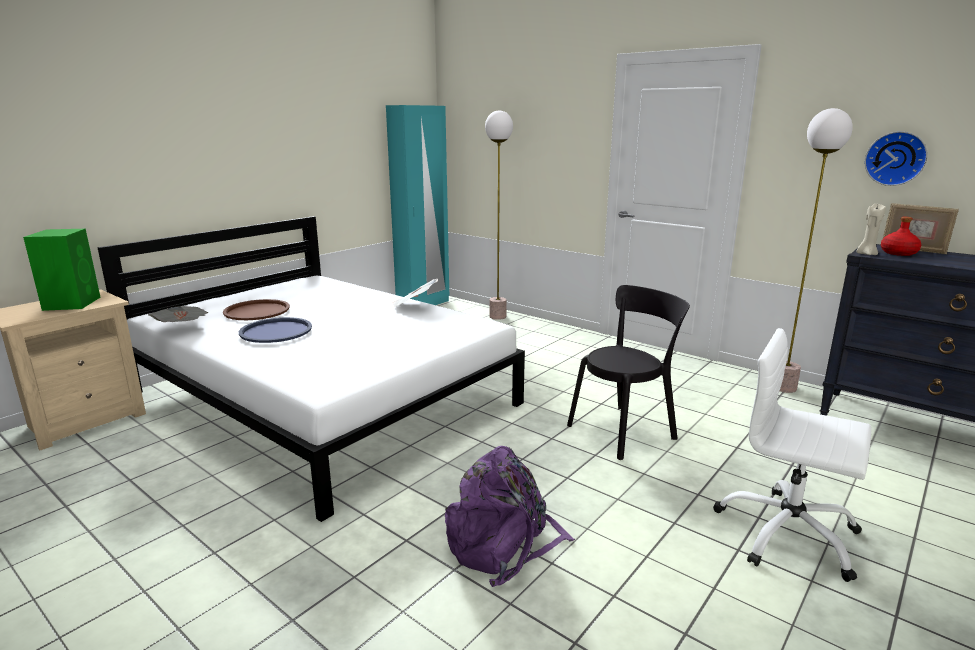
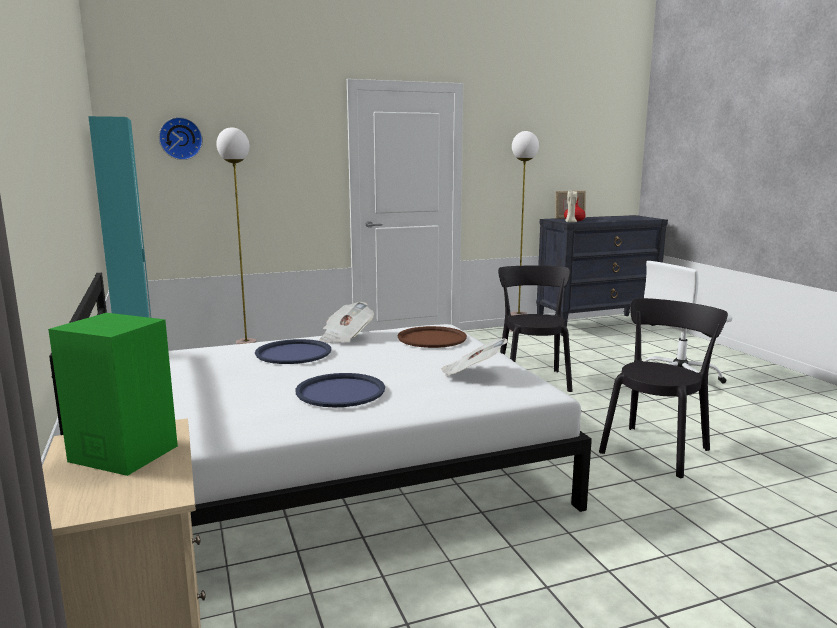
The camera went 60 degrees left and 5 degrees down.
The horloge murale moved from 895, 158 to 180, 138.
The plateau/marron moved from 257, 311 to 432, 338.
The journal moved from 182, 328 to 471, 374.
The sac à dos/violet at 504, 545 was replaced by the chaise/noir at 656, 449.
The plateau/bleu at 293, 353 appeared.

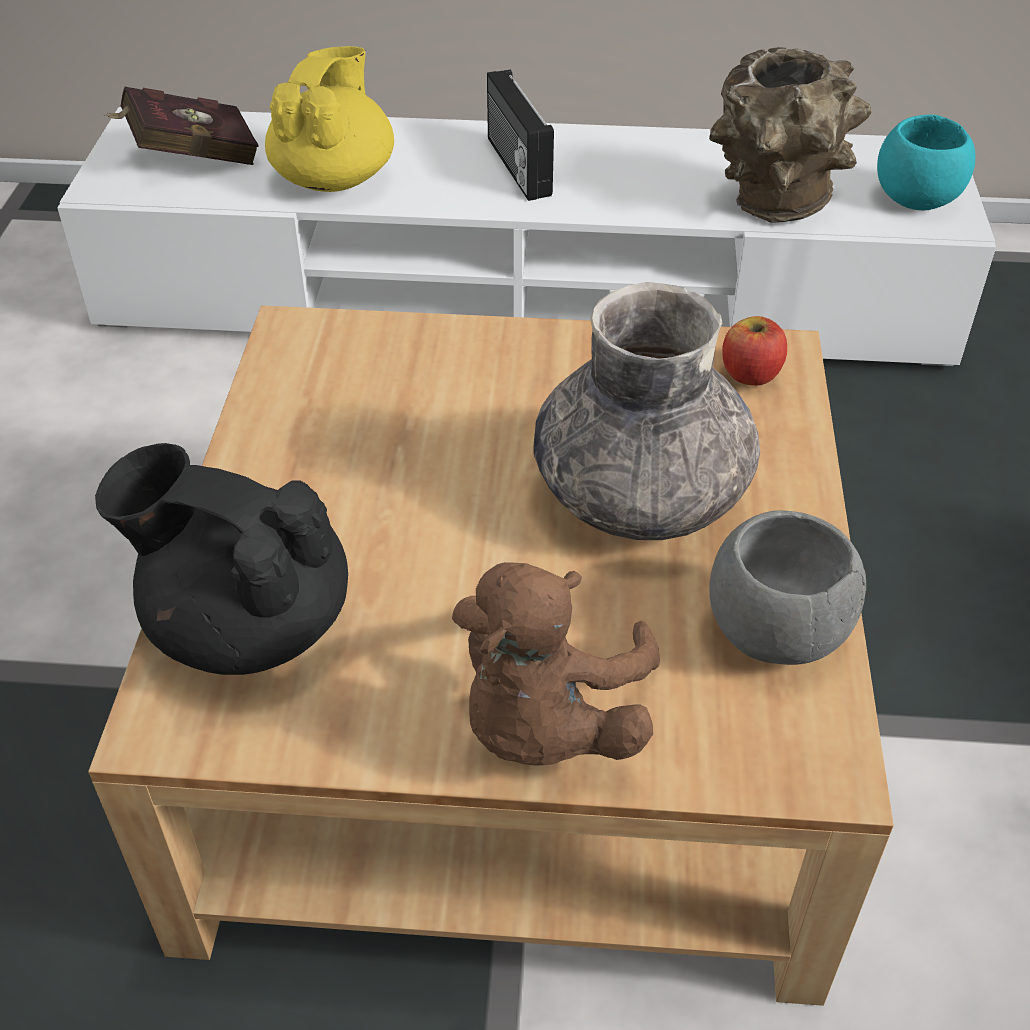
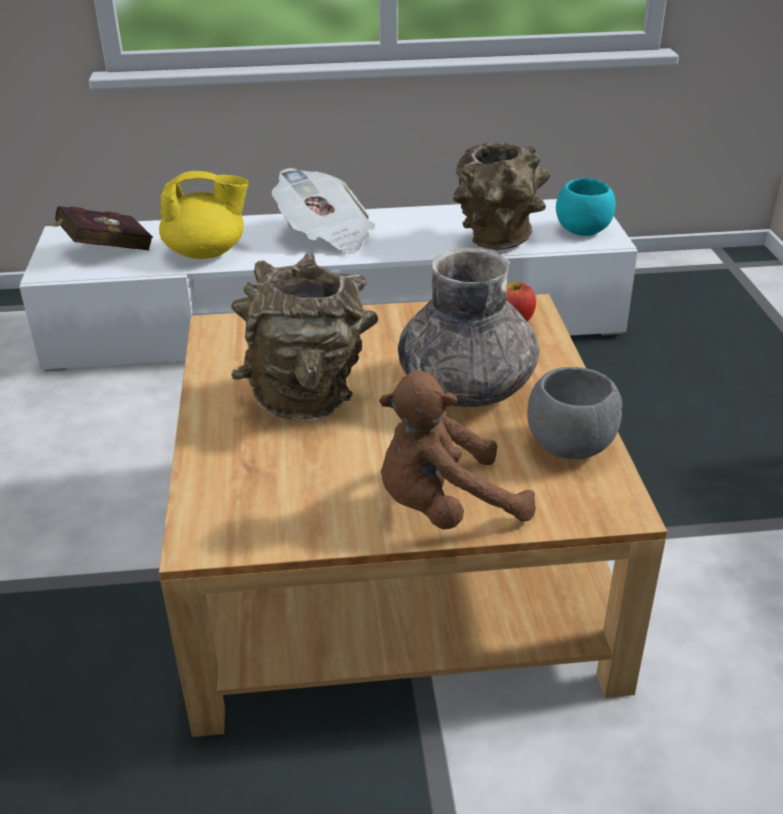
The camera went 10 degrees left and 10 degrees down.
The théière/jaune at 334, 178 turned 75 degrees clockwise.
The radio at 516, 167 was replaced by the journal at 326, 236.
The théière/noir at 247, 624 disappeared.
The peluche/marron at 546, 721 turned 60 degrees clockwise.
The vase/marron at 308, 398 appeared.

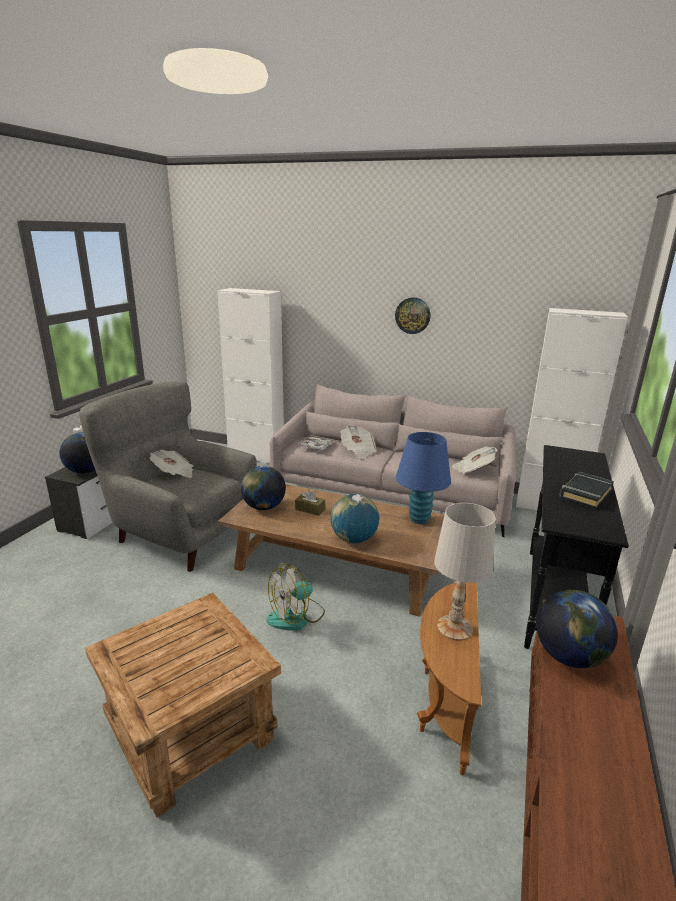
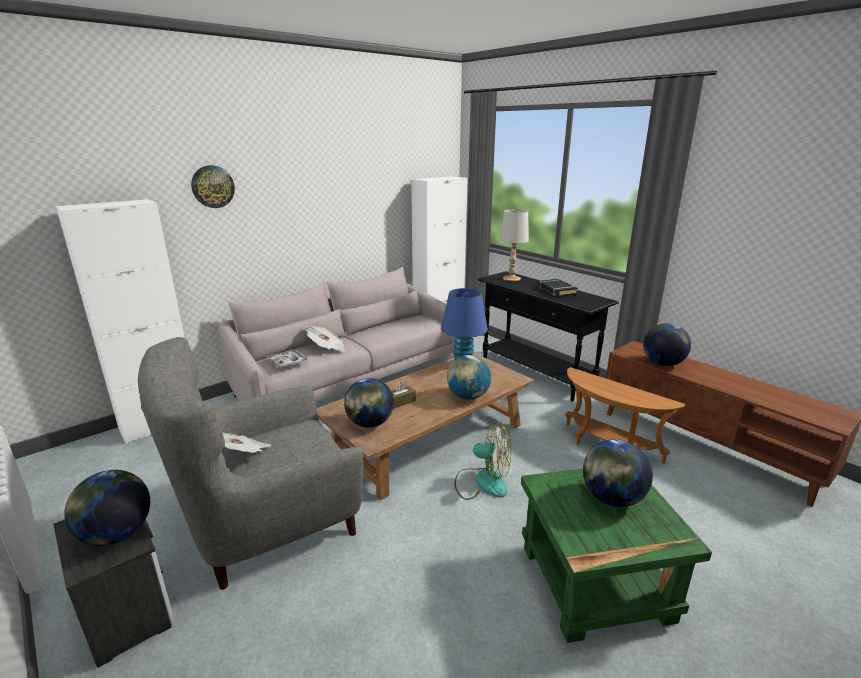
The camera went 60 degrees left and 0 degrees up.
The horloge murale moved from 412, 315 to 213, 186.
The journal at 472, 469 disappeared.
The lampe de table/blanc moved from 455, 627 to 511, 278.
The ventilateur at 296, 616 turned 60 degrees counterclockwise.
The table d'appoint/marron at 189, 732 became the table d'appoint/vert at 594, 584.
The globe at 611, 498 appeared.

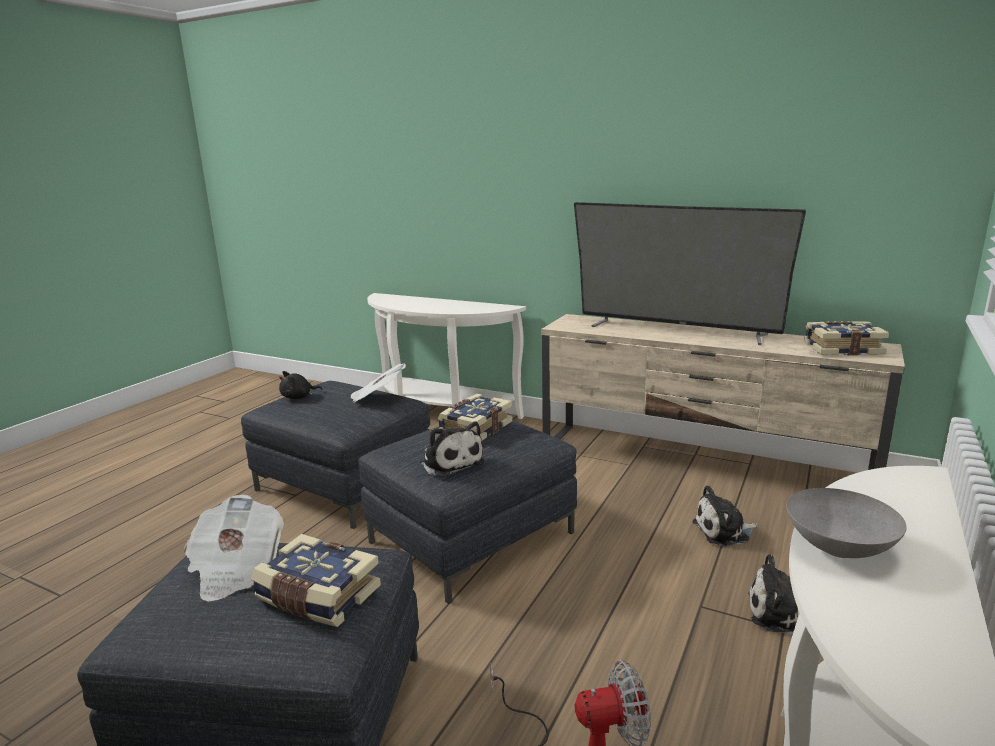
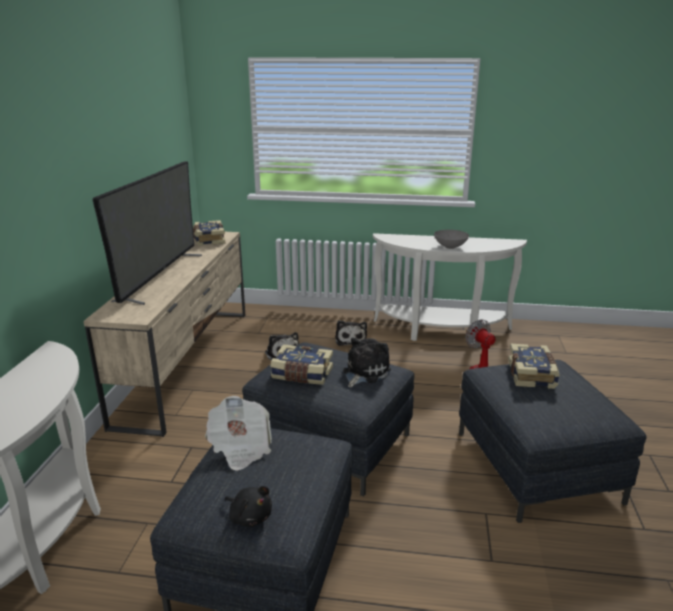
The camera went 110 degrees left and 5 degrees up.
The journal at 236, 569 disappeared.

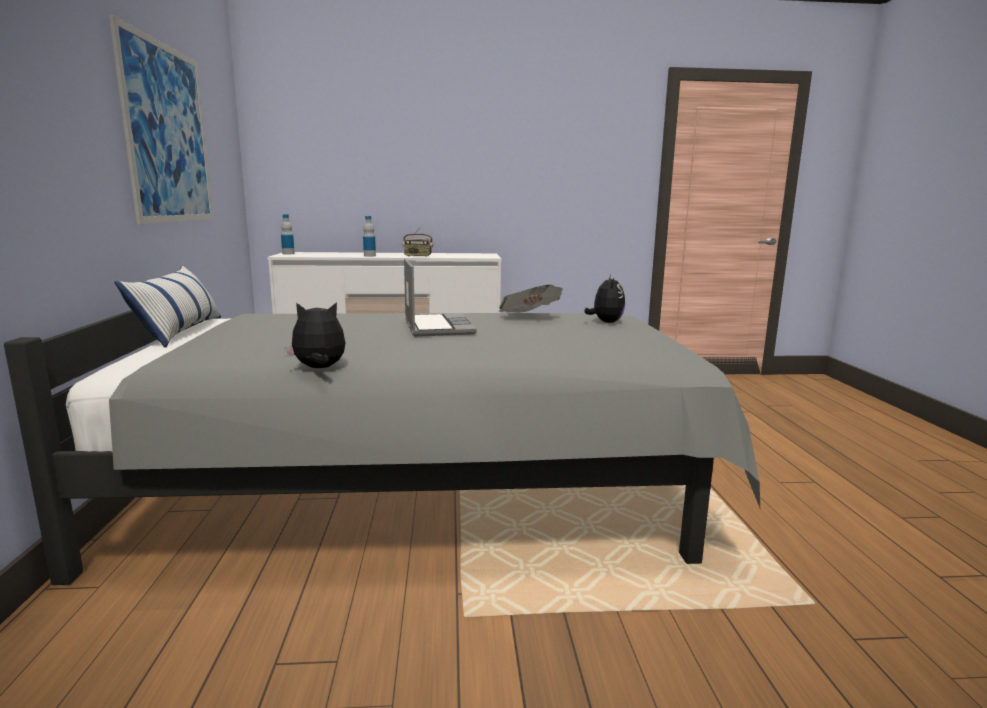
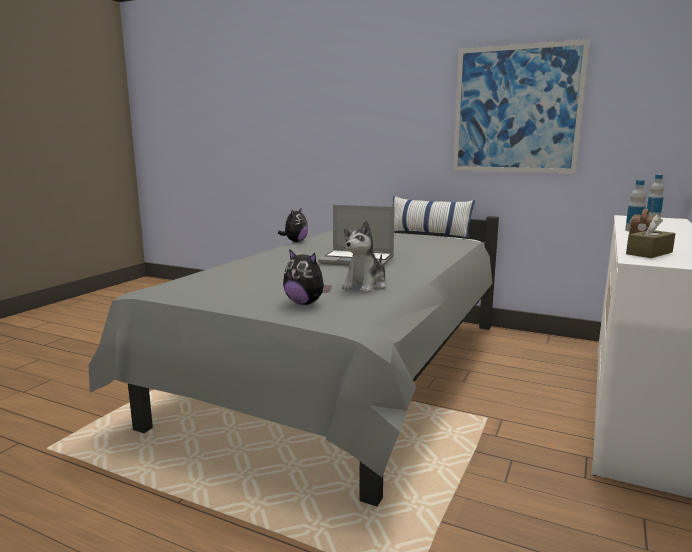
The camera went 120 degrees right and 0 degrees up.
The journal at 529, 318 was replaced by the peluche at 365, 286.
The boîte à mouchoirs/marron at 649, 253 appeared.

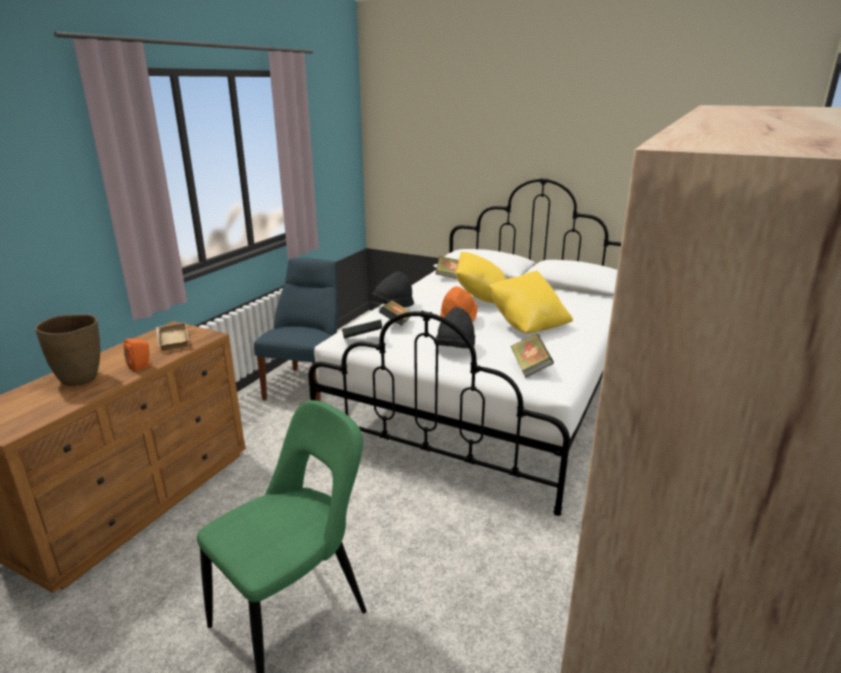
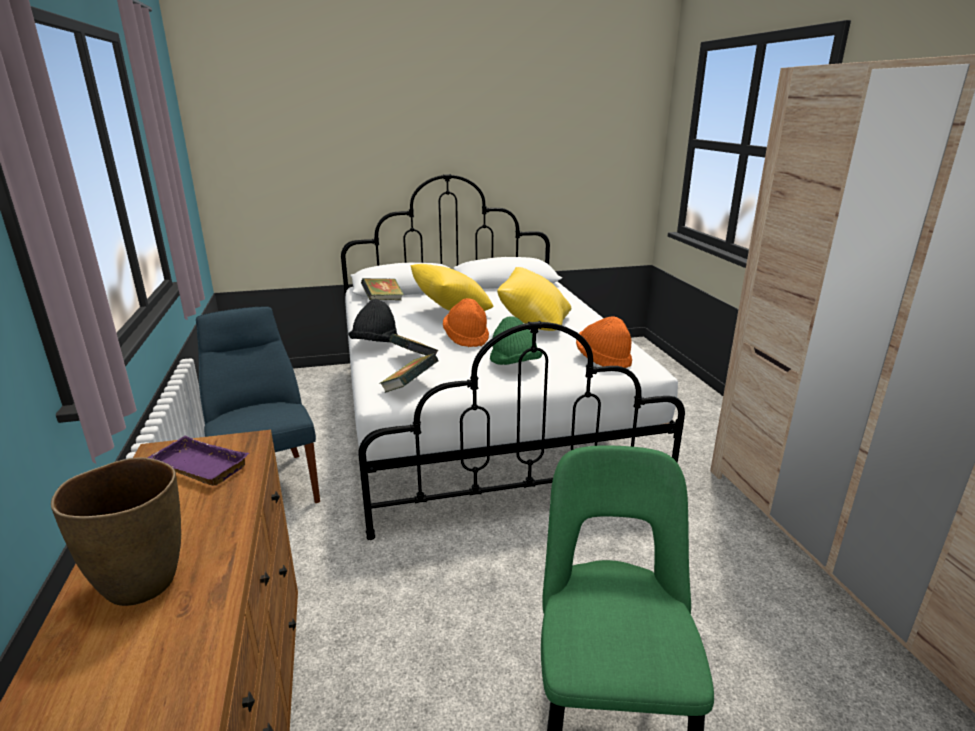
The camera went 40 degrees left and 0 degrees up.
The chapeau/noir at 455, 349 became the chapeau/vert at 514, 364.
The plateau/beige at 171, 340 became the plateau/violet at 196, 468.
The livre at 530, 368 was replaced by the chapeau/orange at 603, 359.
The enceinte/orange at 141, 366 disappeared.

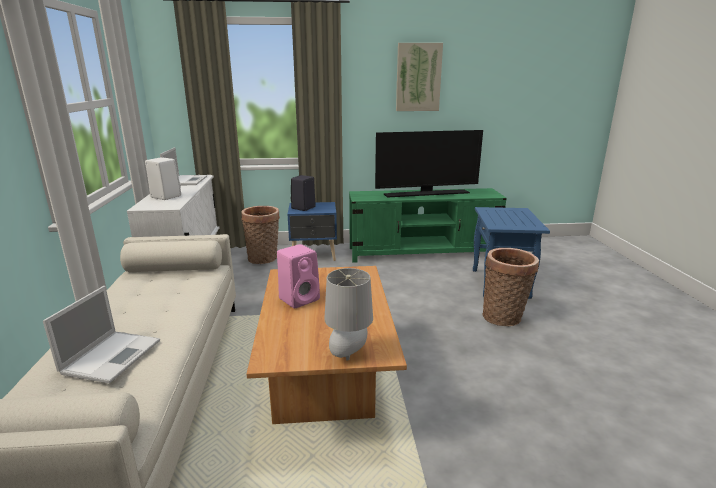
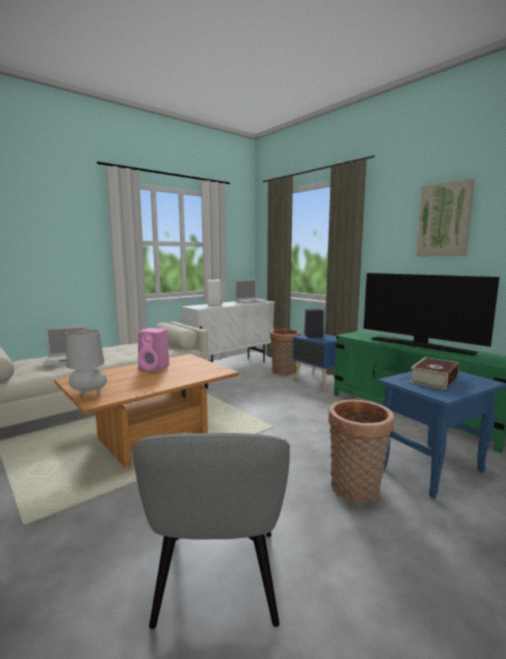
The camera went 55 degrees right and 10 degrees down.
The livre at 434, 379 appeared.
The fauteuil/gris at 218, 578 appeared.

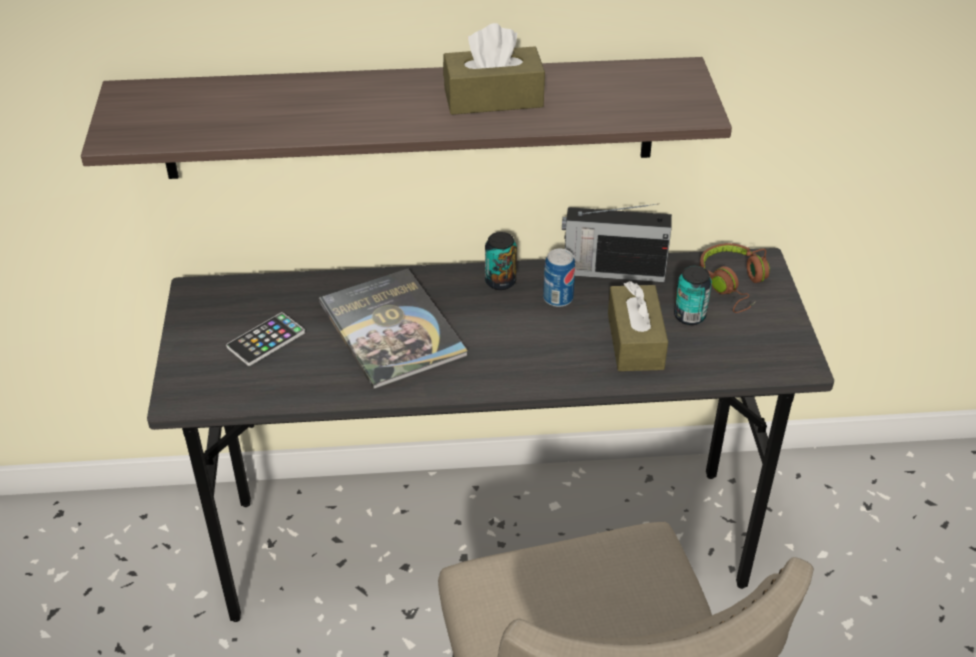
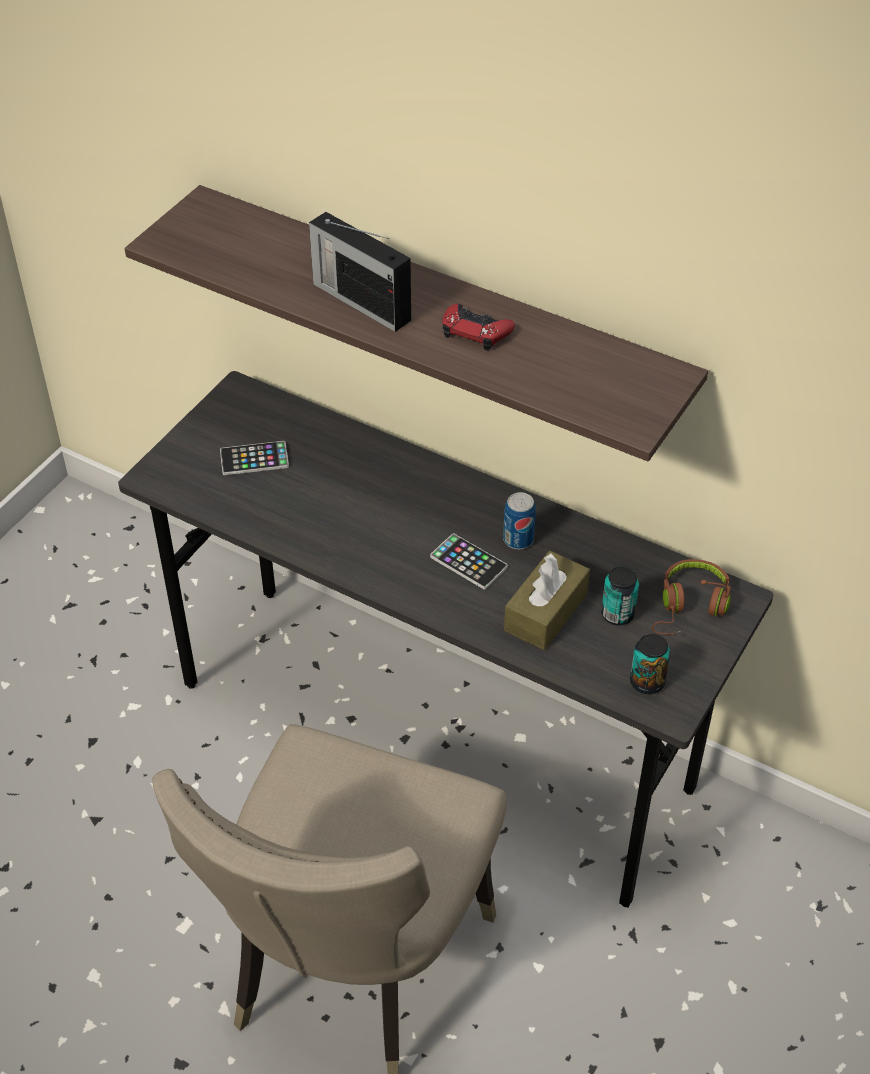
The camera went 35 degrees right and 5 degrees up.
The boîte à mouchoirs/marron at 493, 98 was replaced by the manette/rouge at 475, 331.
The radio moved from 612, 271 to 360, 301.
The boîte métallique moved from 500, 281 to 647, 682.
The livre at 391, 329 disappeared.
The téléphone at 468, 562 appeared.

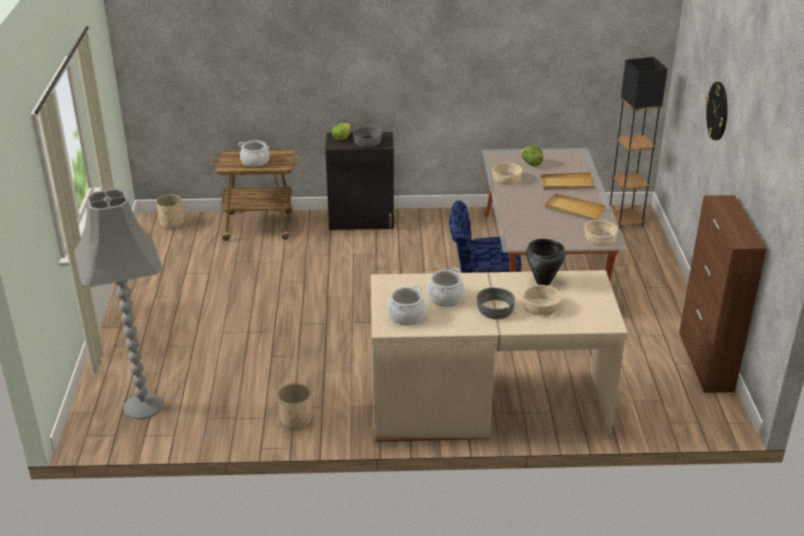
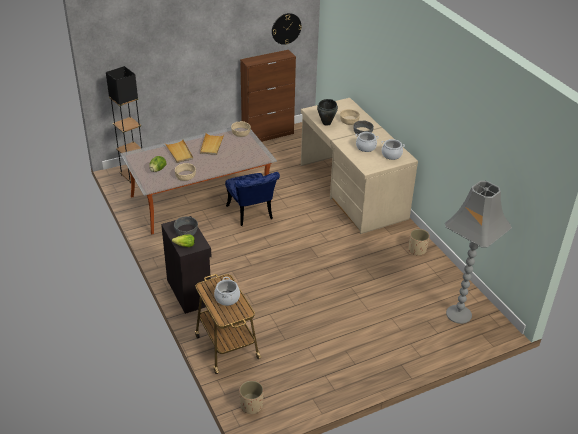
The camera went 115 degrees left and 5 degrees up.
The horloge murale moved from 717, 111 to 286, 28.

